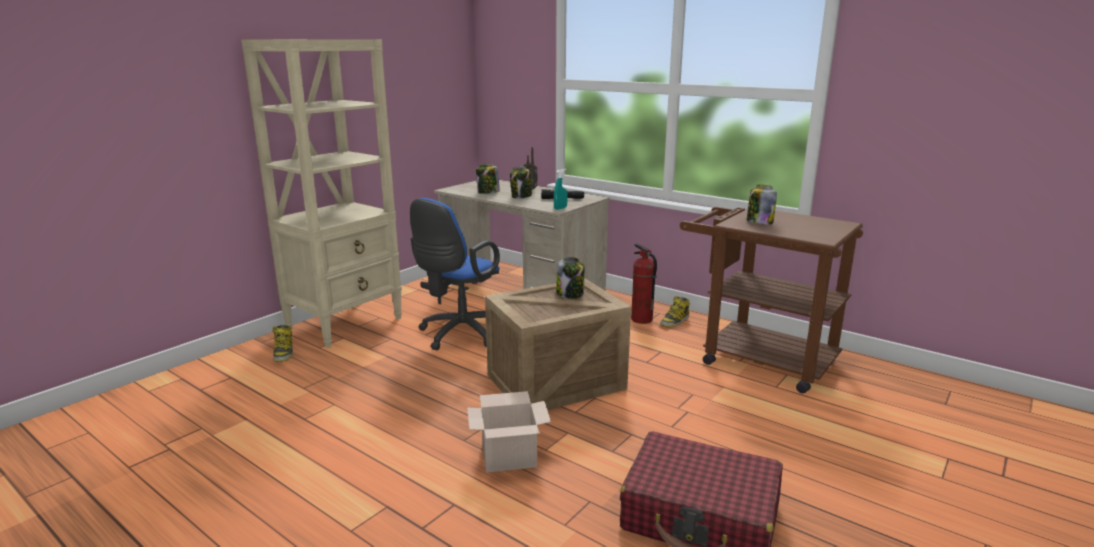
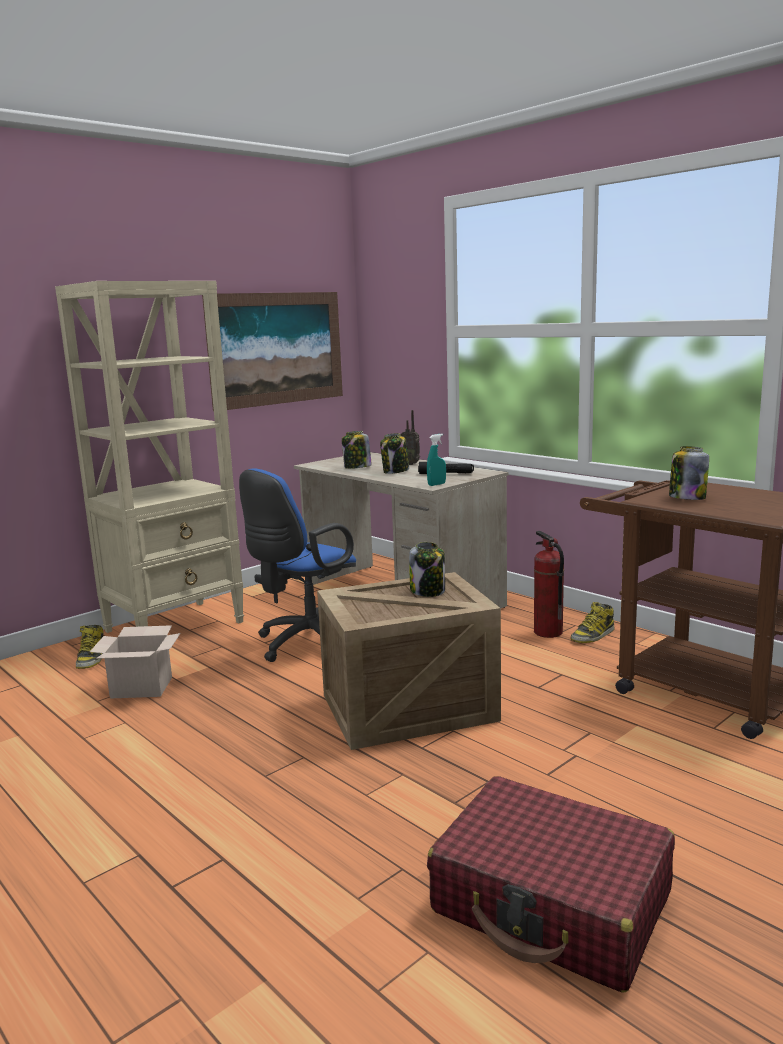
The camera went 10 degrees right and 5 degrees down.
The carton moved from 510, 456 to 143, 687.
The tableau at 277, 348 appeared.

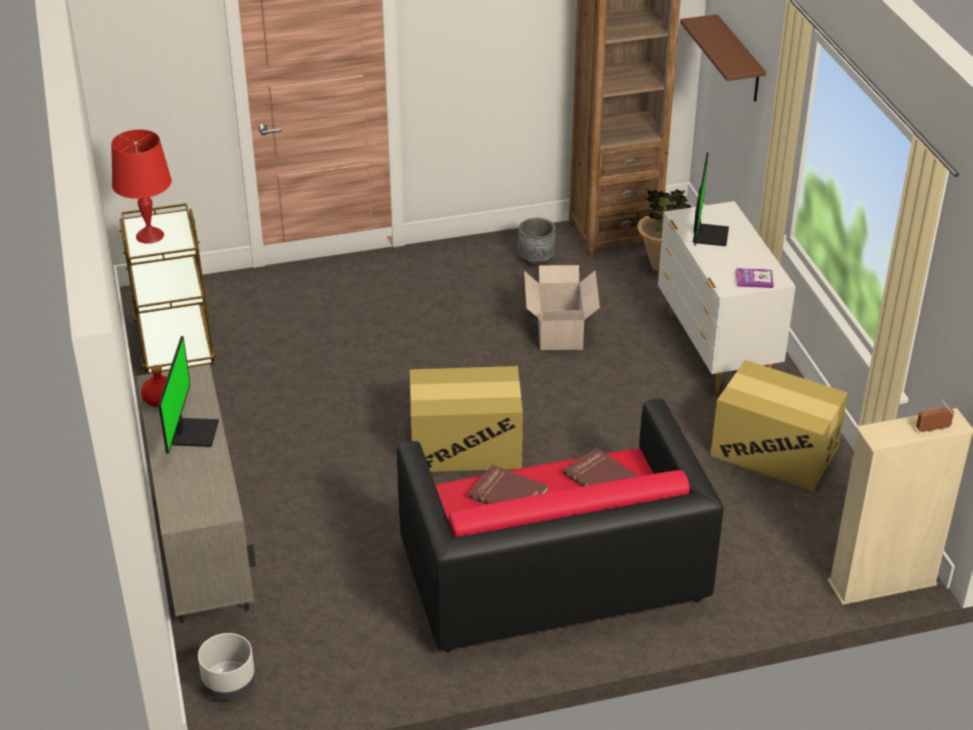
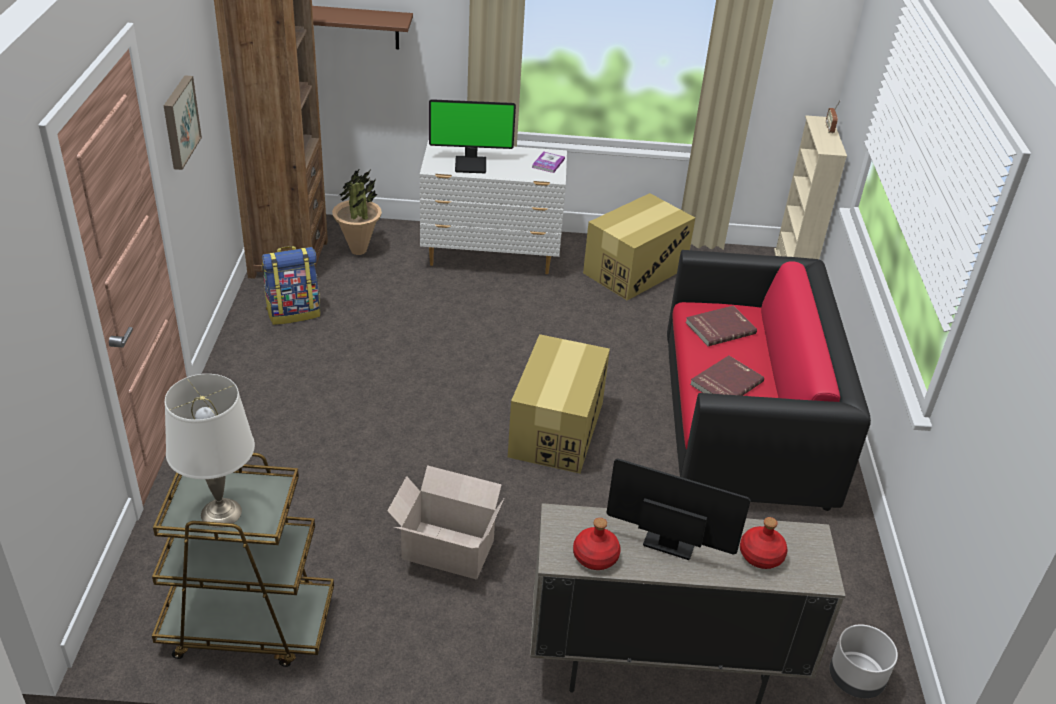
The camera went 75 degrees left and 0 degrees up.
The lampe de table/rouge at 149, 235 became the lampe de table/blanc at 220, 513.
The écran d'ordinateur at 708, 235 turned 150 degrees clockwise.
The cache-pot/gris at 536, 260 was replaced by the sac à dos at 294, 312.
The carton moved from 560, 329 to 445, 548.
The tableau at 179, 122 appeared.
The bouteille/rouge at 761, 556 appeared.

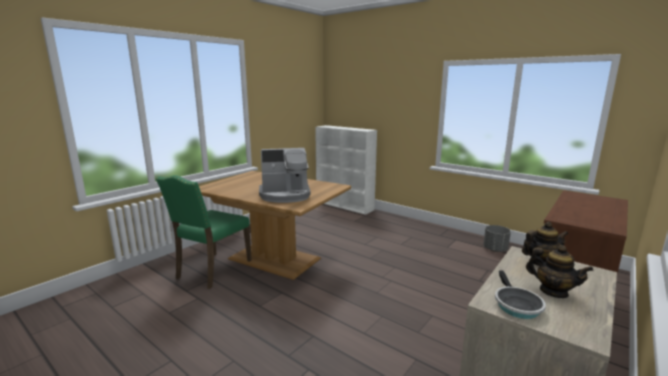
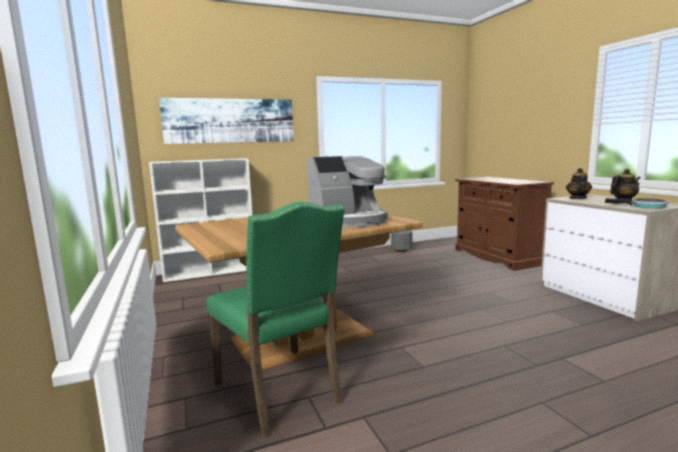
The camera went 60 degrees left and 5 degrees down.
The machine à café at 285, 195 turned 45 degrees clockwise.
The tableau at 230, 121 appeared.

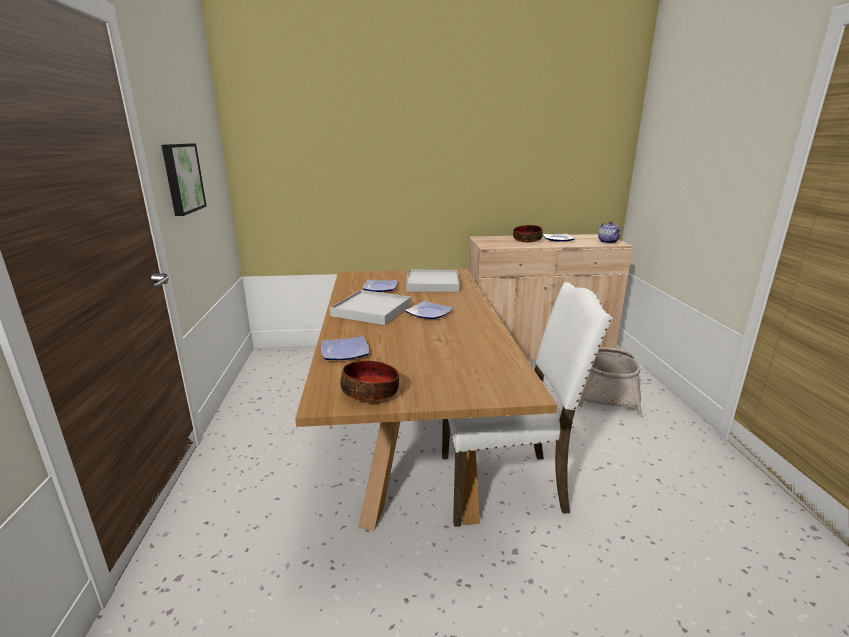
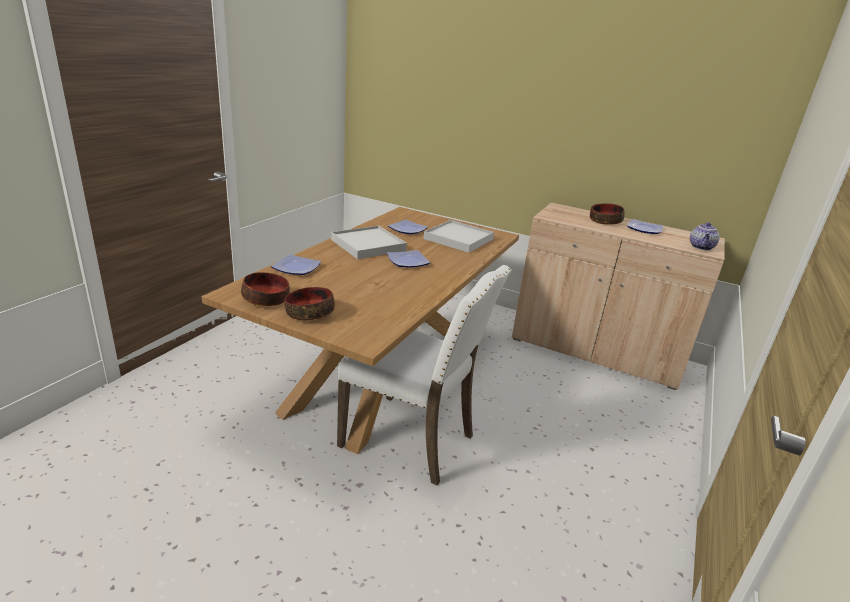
The camera went 30 degrees right and 5 degrees up.
The tableau at 181, 178 disappeared.
The panier at 605, 391 disappeared.
The bol at 310, 313 appeared.

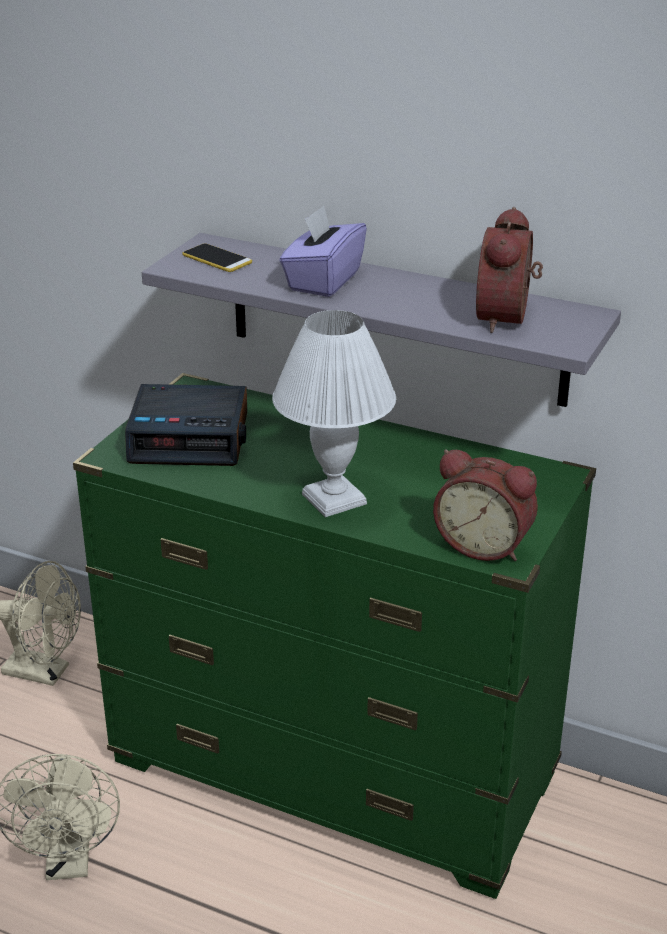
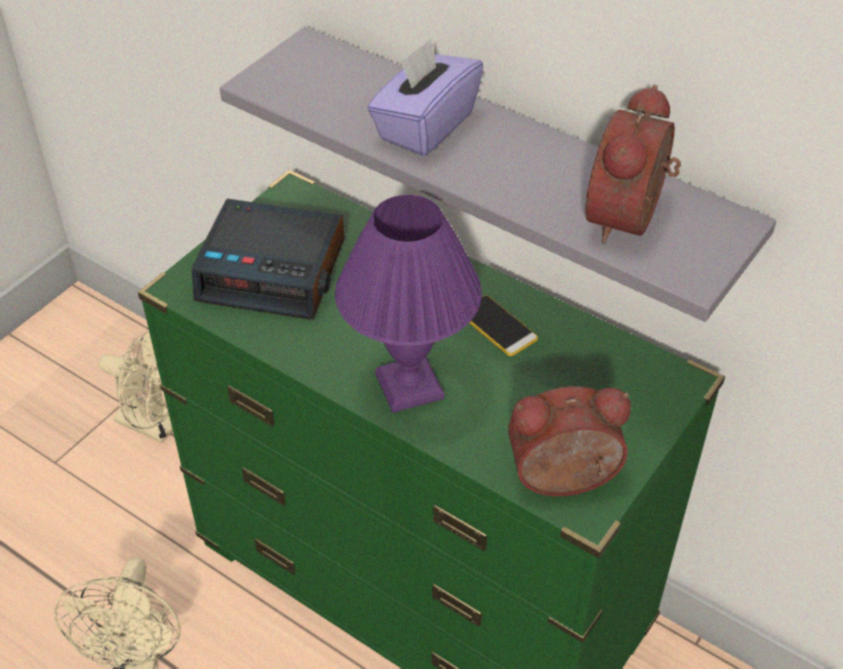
The camera went 10 degrees right and 15 degrees up.
The téléphone moved from 217, 259 to 498, 326.
The lampe de table/blanc at 335, 499 became the lampe de table/violet at 411, 387.
The réveil at 484, 544 turned 135 degrees clockwise.

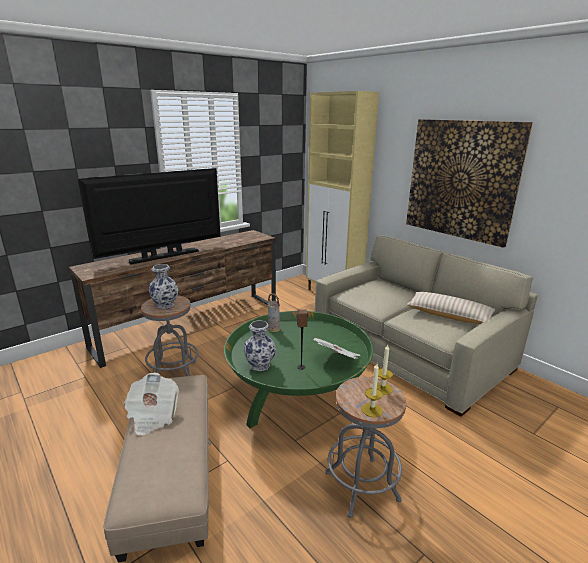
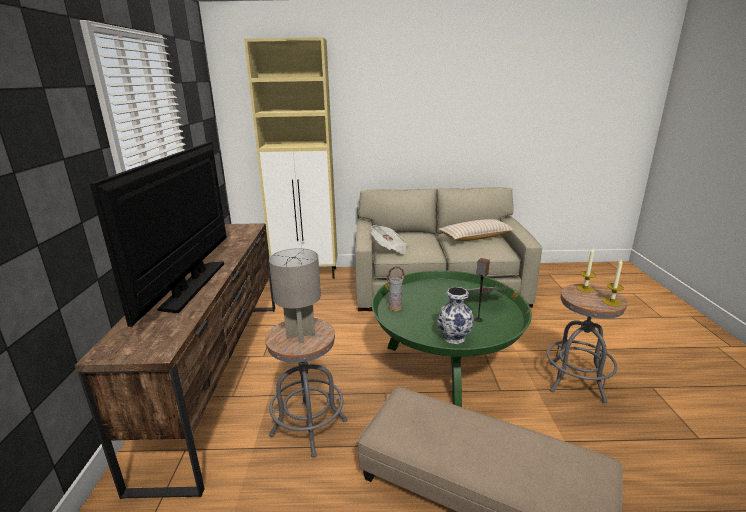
The camera went 50 degrees left and 0 degrees up.
The tableau at 461, 180 disappeared.
The vase at 164, 304 was replaced by the lampe de table/gris at 300, 335.
The journal moved from 152, 415 to 390, 249.

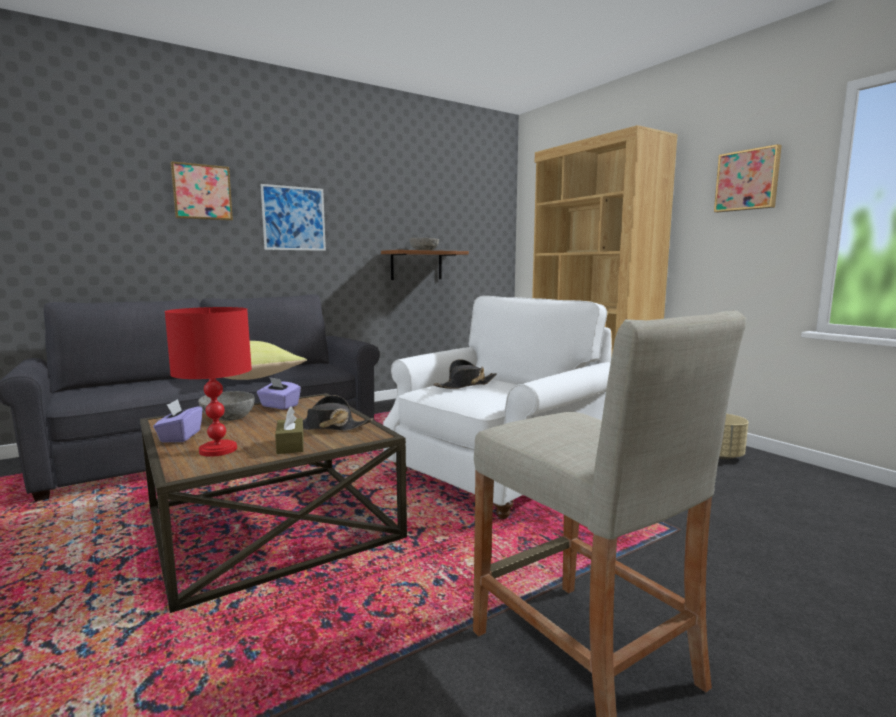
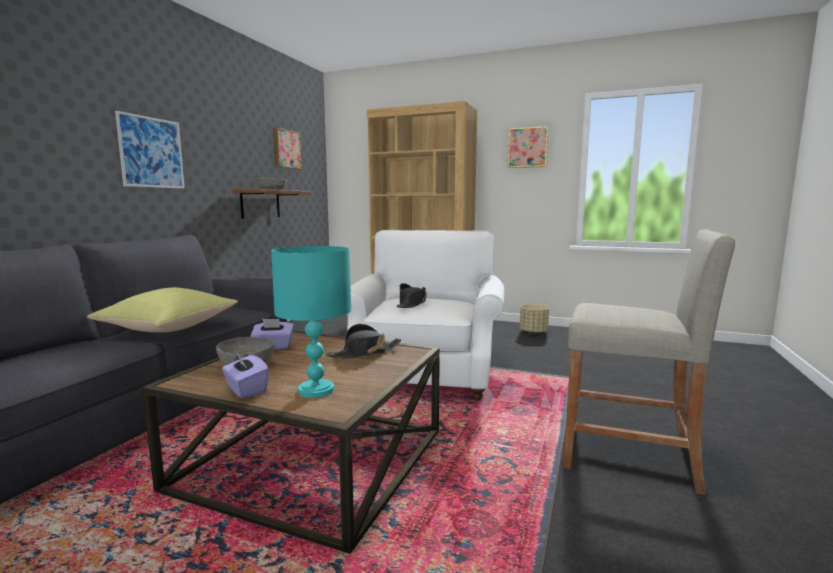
The camera went 35 degrees left and 0 degrees up.
The tableau moved from 202, 192 to 286, 149.
The lampe de table/rouge at 219, 450 became the lampe de table/turquoise at 317, 390.
The boîte à mouchoirs/marron at 290, 445 disappeared.

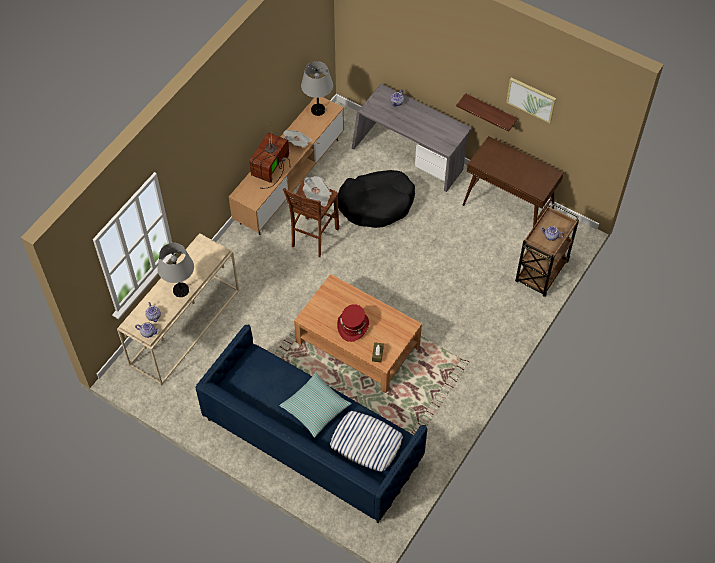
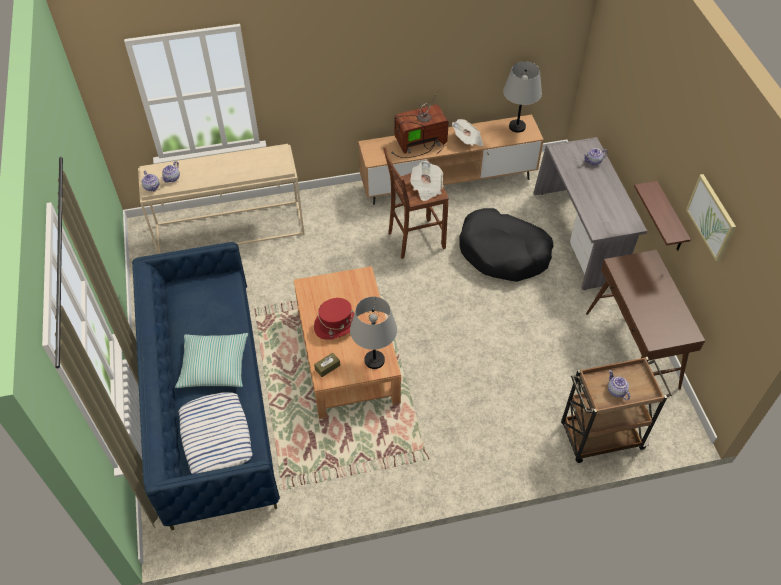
The camera went 45 degrees right and 5 degrees down.
The lampe de table/gris moved from 181, 290 to 374, 360.

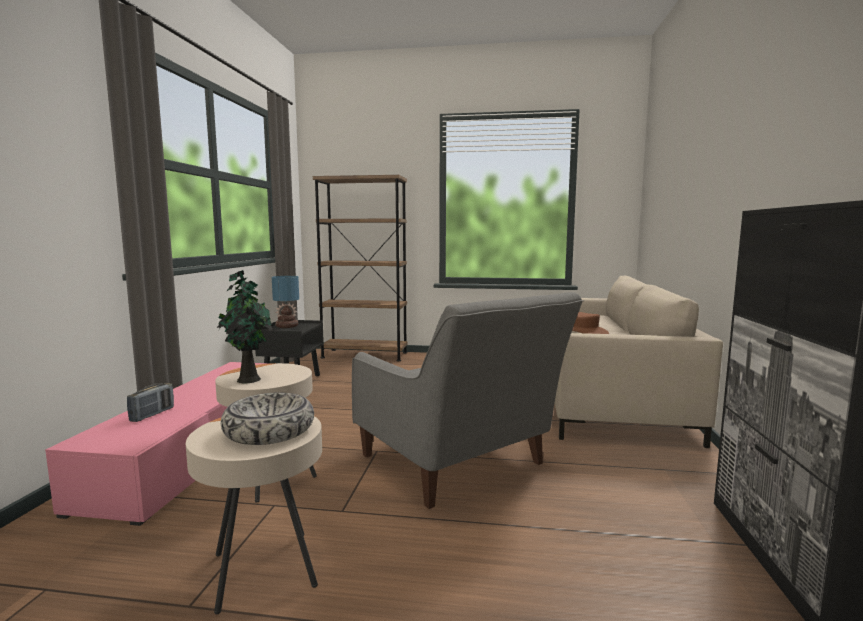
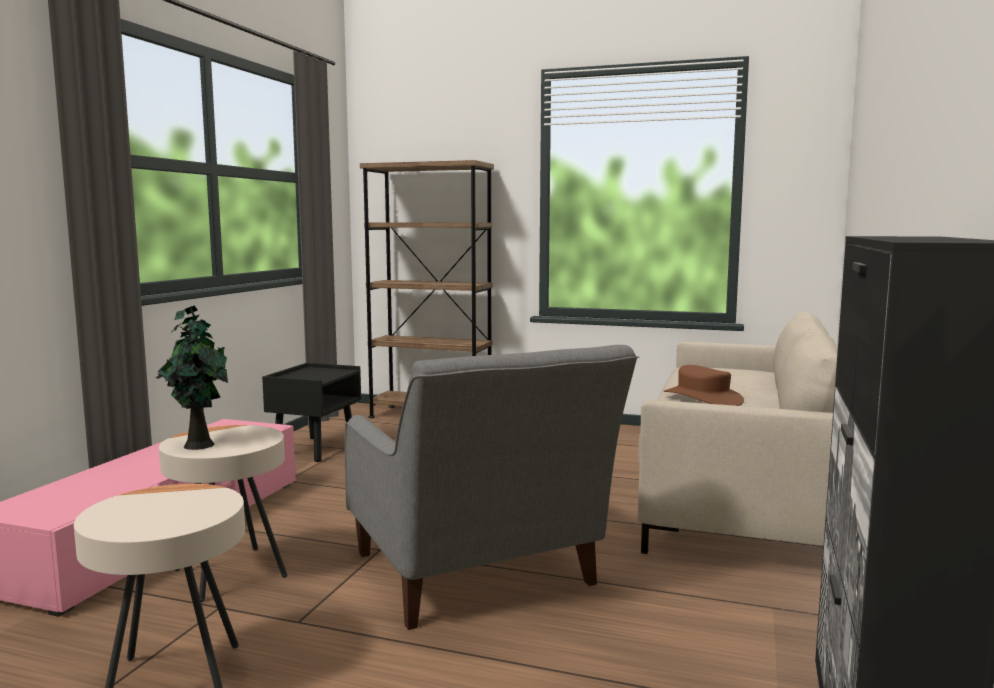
The camera went 10 degrees right and 0 degrees up.
The lampe de table at 287, 326 disappeared.
The radio at 152, 414 disappeared.
The bol at 269, 431 disappeared.

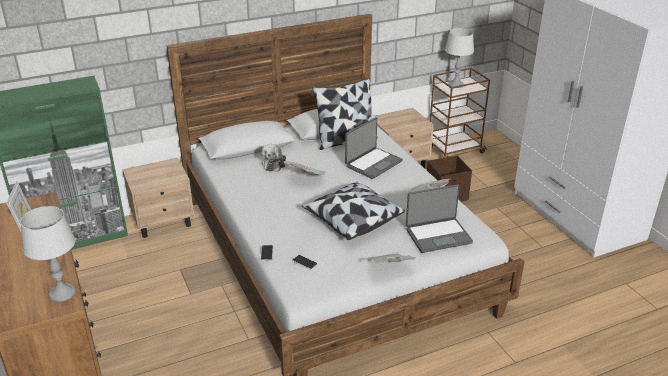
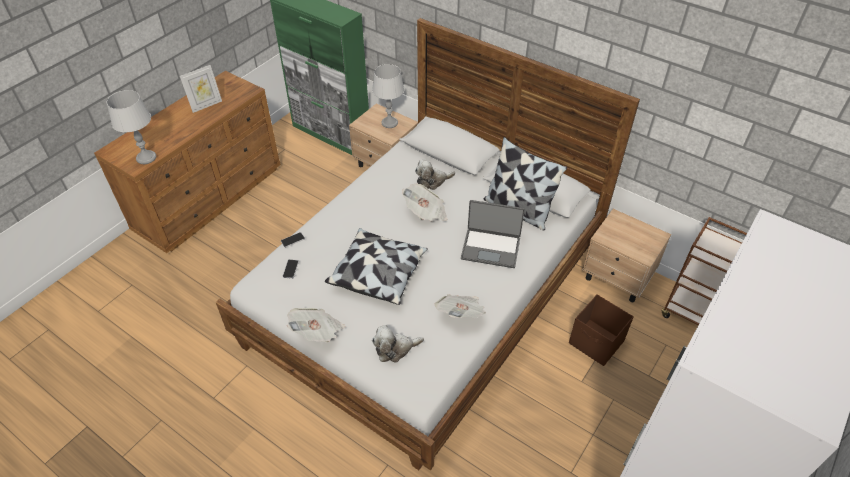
The camera went 60 degrees right and 15 degrees up.
The lampe de table/gris moved from 456, 85 to 389, 123.
The ordinateur portable at 438, 235 was replaced by the peluche at 395, 349.

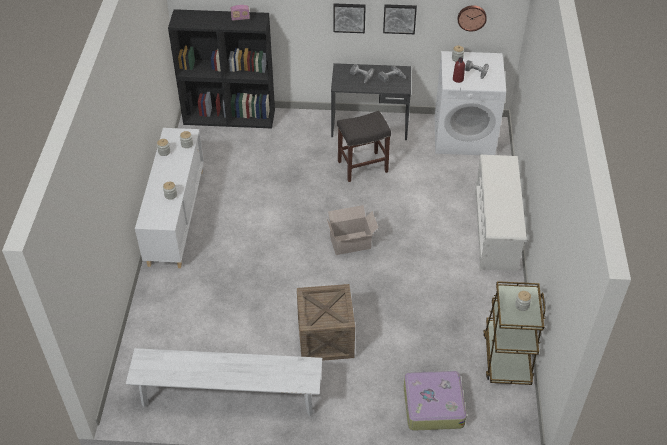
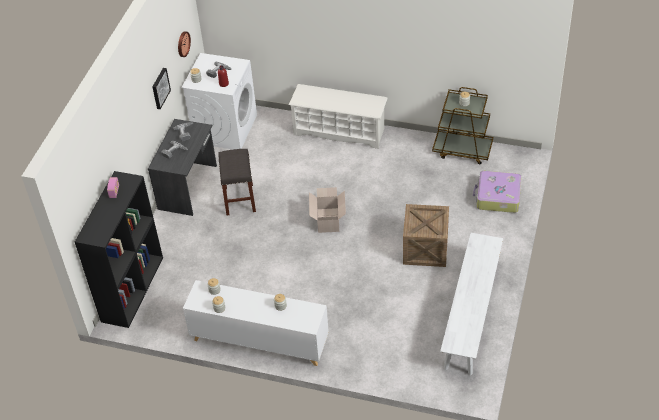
The camera went 75 degrees left and 0 degrees up.
The tableau at 349, 17 disappeared.

